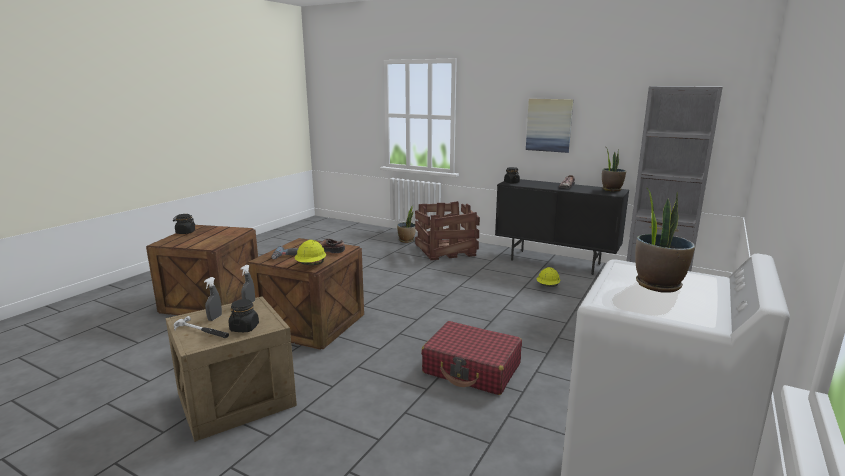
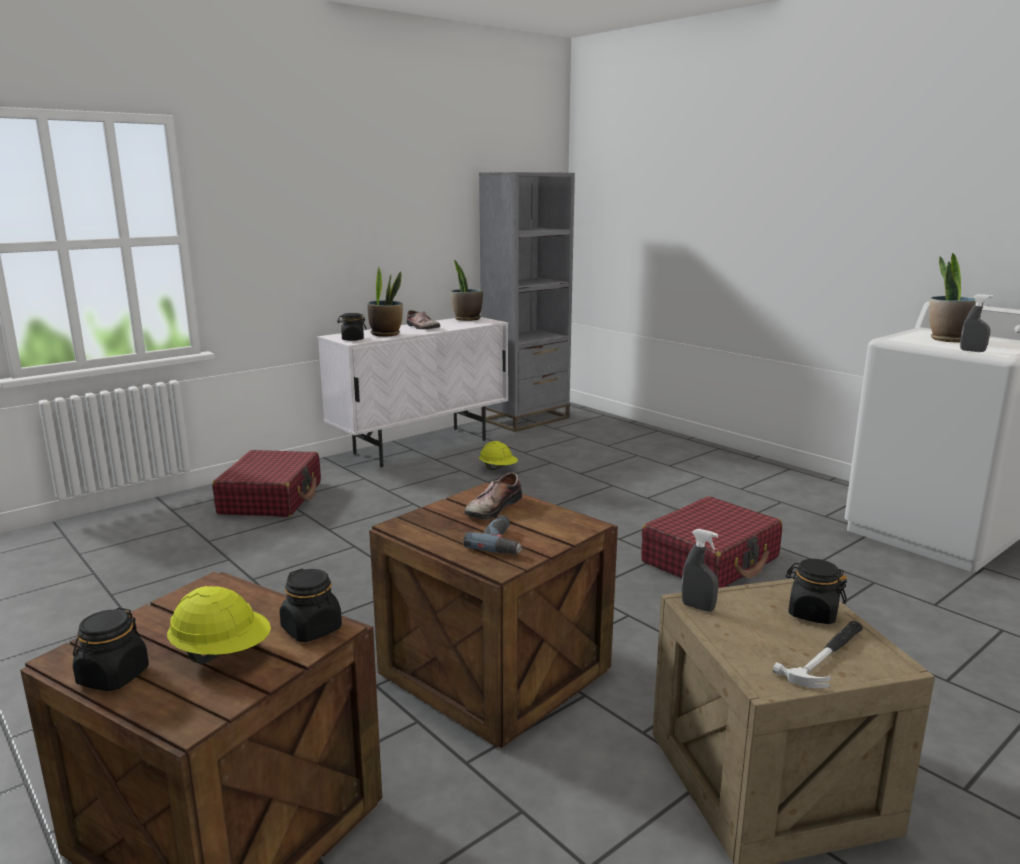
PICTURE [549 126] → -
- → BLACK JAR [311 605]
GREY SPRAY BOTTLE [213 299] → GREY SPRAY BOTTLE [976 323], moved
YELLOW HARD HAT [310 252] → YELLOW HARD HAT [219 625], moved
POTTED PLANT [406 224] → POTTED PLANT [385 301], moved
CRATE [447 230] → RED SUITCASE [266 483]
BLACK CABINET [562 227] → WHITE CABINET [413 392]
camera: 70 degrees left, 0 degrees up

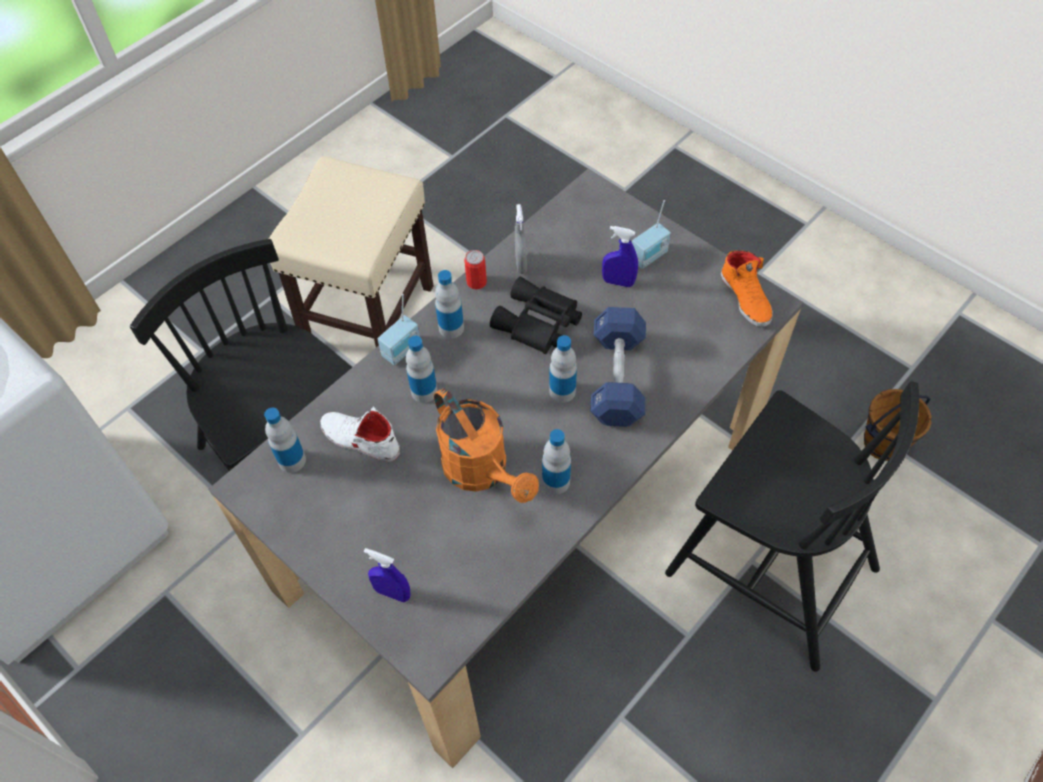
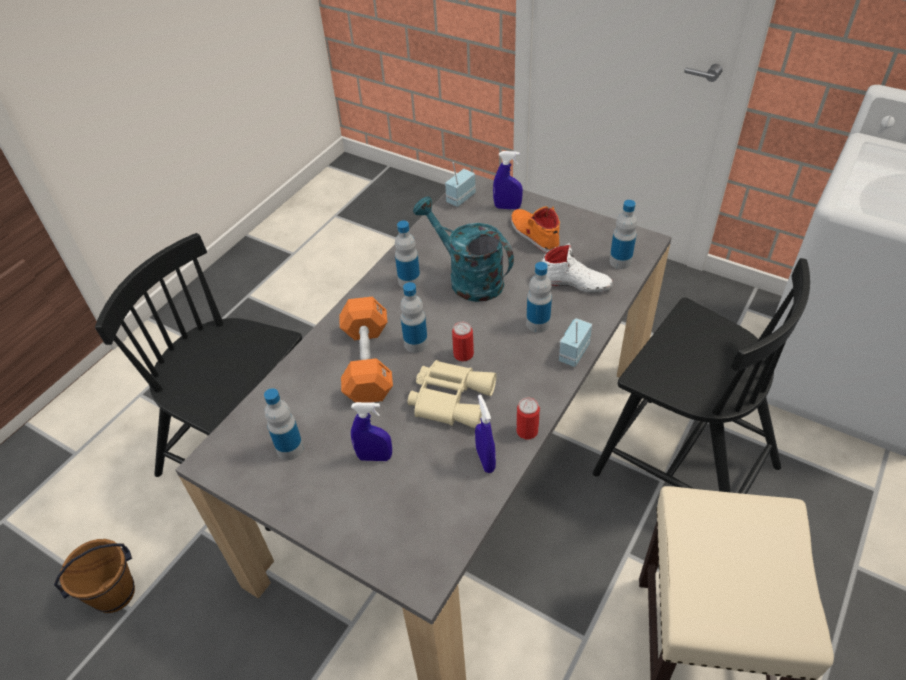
- → CAN [463 341]
BOTTLE [449 304] → BOTTLE [284 424], moved
RADIO [651 234] → RADIO [460 184], moved
ORANGE SHOE [747 289] → ORANGE SHOE [535 229], moved
ORANGE WATERING CAN [486 445] → TURQUOISE WATERING CAN [463 249]
BLACK BINOCULARS [536 315] → BEIGE BINOCULARS [452 394]
GREY SPRAY BOTTLE [521 239] → BLUE SPRAY BOTTLE [485 434]
BLUE DUMBBELL [618 367] → ORANGE DUMBBELL [366 350]
camera: 170 degrees right, 10 degrees down

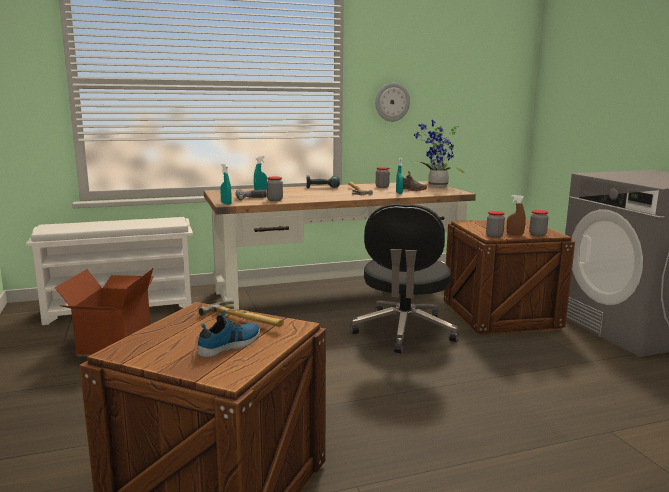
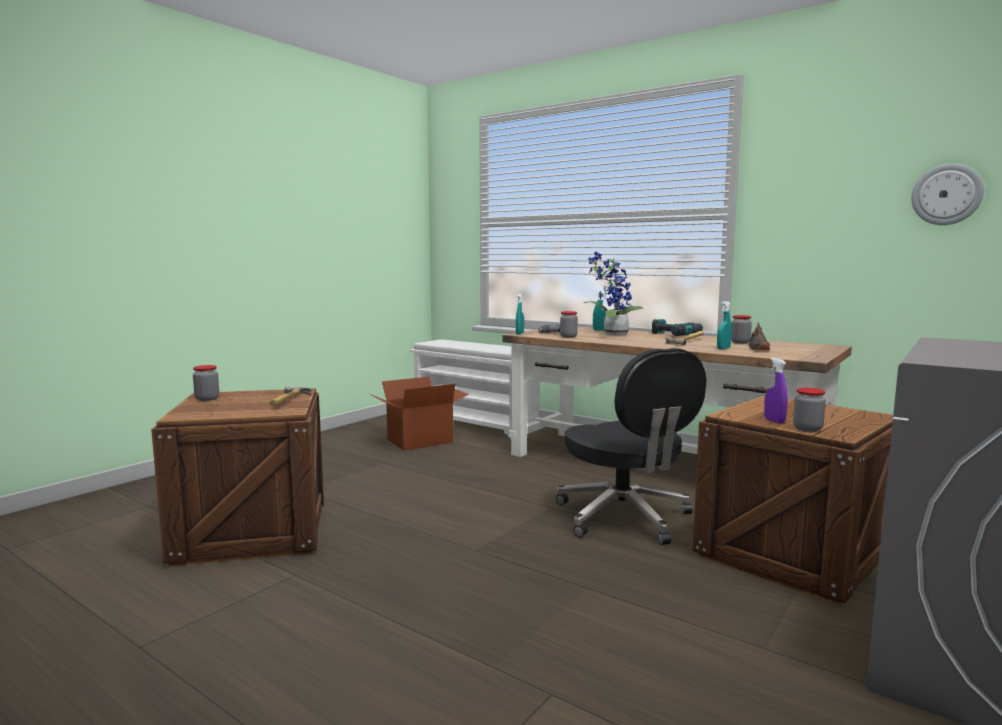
SHOE [228 334] → -
WALL CLOCK [392 102] → WALL CLOCK [947 194], moved
POTTED PLANT [437 153] → POTTED PLANT [614 293], moved
JAR [495 224] → JAR [206 383], moved
BROWN SPRAY BOTTLE [516 215] → PURPLE SPRAY BOTTLE [776 391]
BLACK OFFICE CHAIR [404 278] → BLACK OFFICE CHAIR [631 446], 90 degrees counterclockwise
camera: 55 degrees right, 5 degrees down

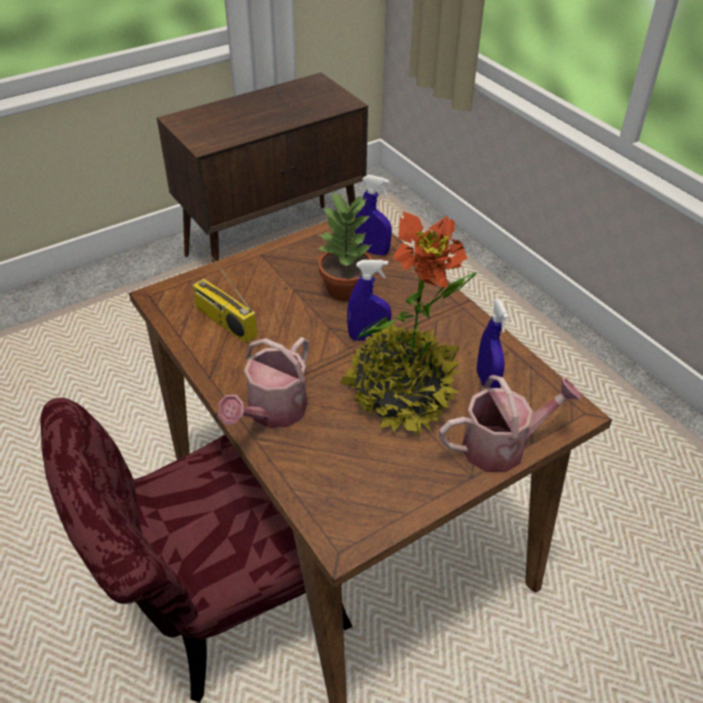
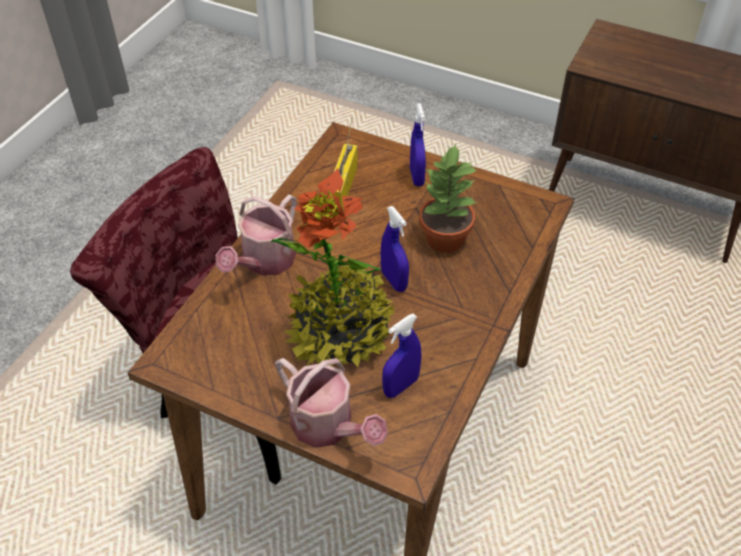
BLUE SPRAY BOTTLE [373 215] → BLUE SPRAY BOTTLE [418 144], moved
WATERING CAN [263 382] → WATERING CAN [256 235], 60 degrees counterclockwise
camera: 60 degrees right, 5 degrees up

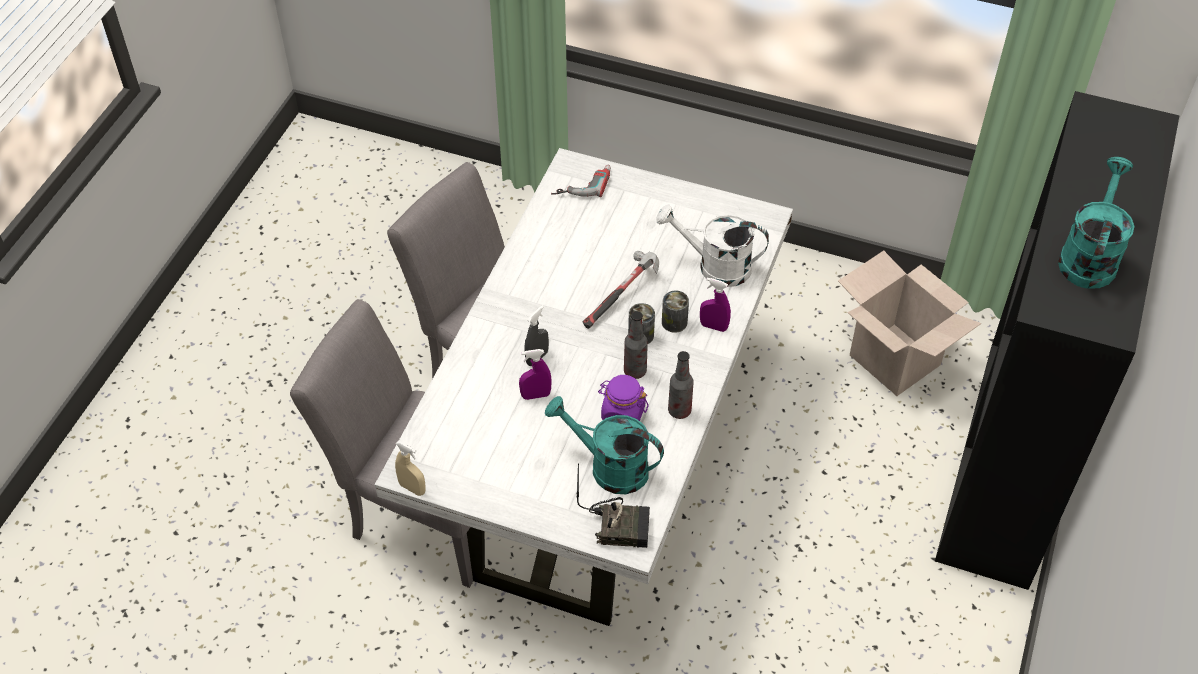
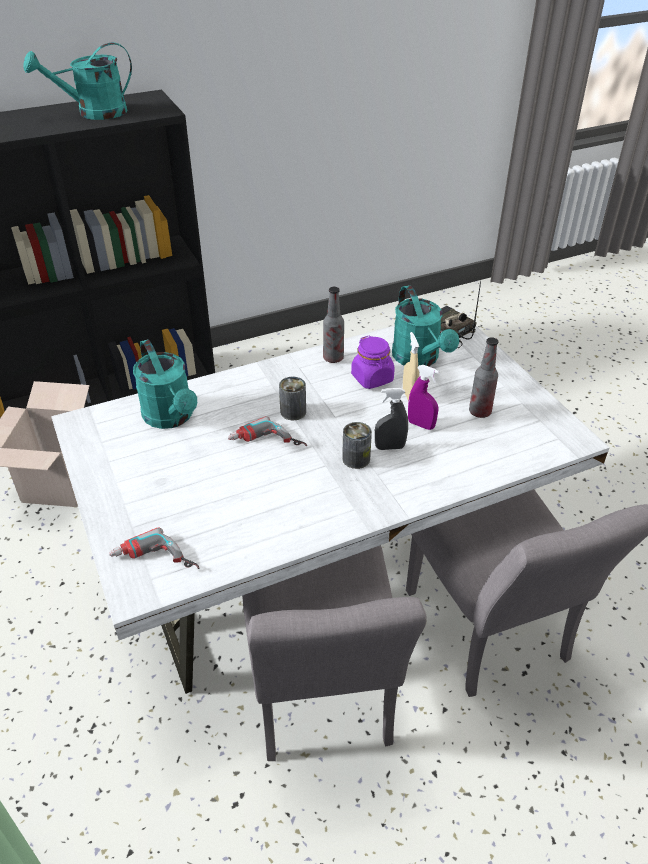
PURPLE SPRAY BOTTLE [715 304] → -
BEIGE SPRAY BOTTLE [410 468] → BEIGE SPRAY BOTTLE [411 366], moved
BOTTLE [636 345] → BOTTLE [483 377], moved
CAN [675 311] → CAN [357 445], moved
HAMMER [621 290] → POWER DRILL [267 431]
WHITE WATERING CAN [712 245] → TURQUOISE WATERING CAN [165 384]
camera: 135 degrees left, 10 degrees down

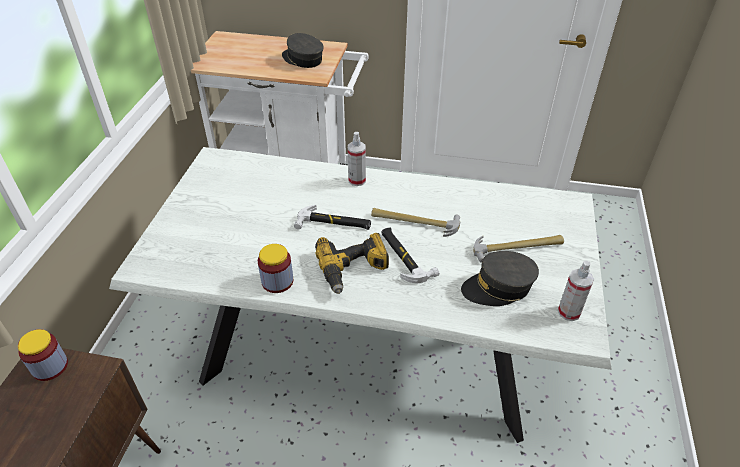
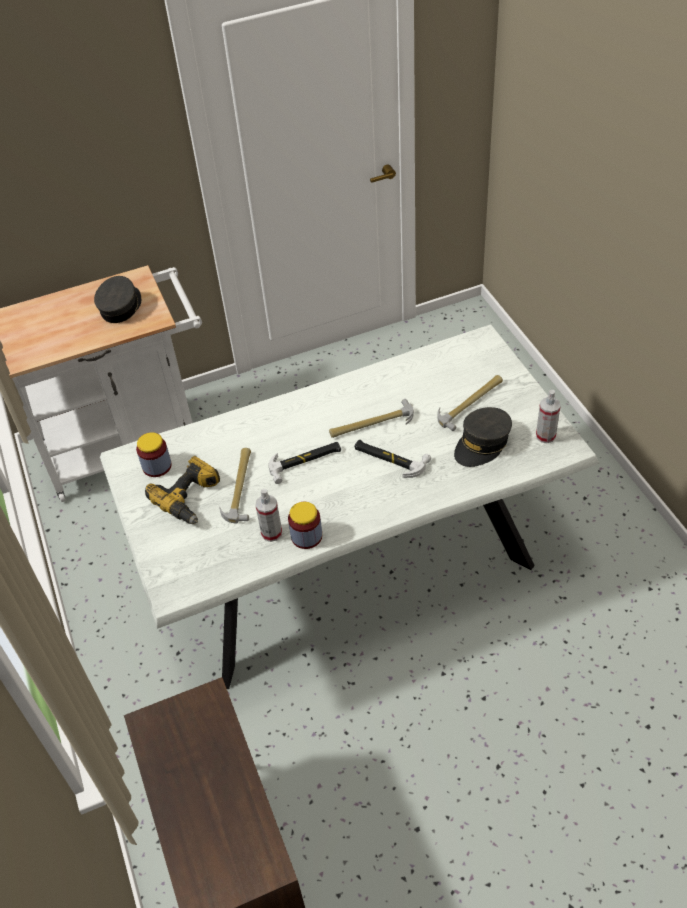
- → HAMMER [235 486]
JAR [43 355] → JAR [154 454], moved
POWER DRILL [352 263] → POWER DRILL [182 490], moved
SPRAY BOTTLE [357 159] → SPRAY BOTTLE [268 515], moved
GREY CAP [303 50] → GREY CAP [117 299], 90 degrees clockwise
camera: 30 degrees left, 5 degrees up

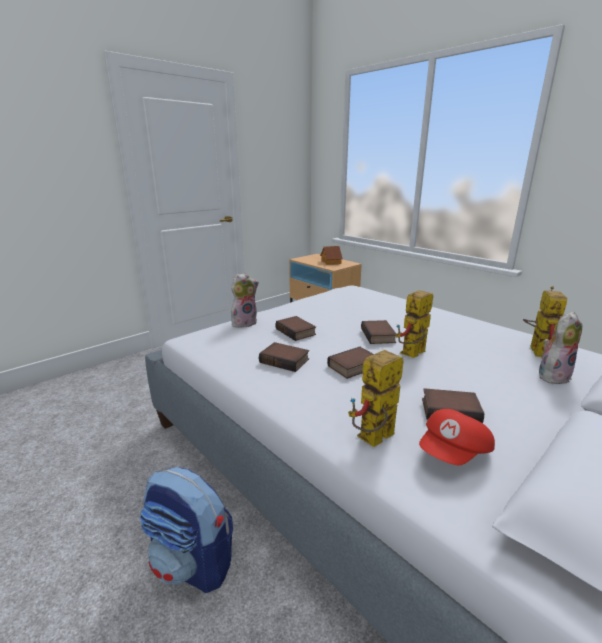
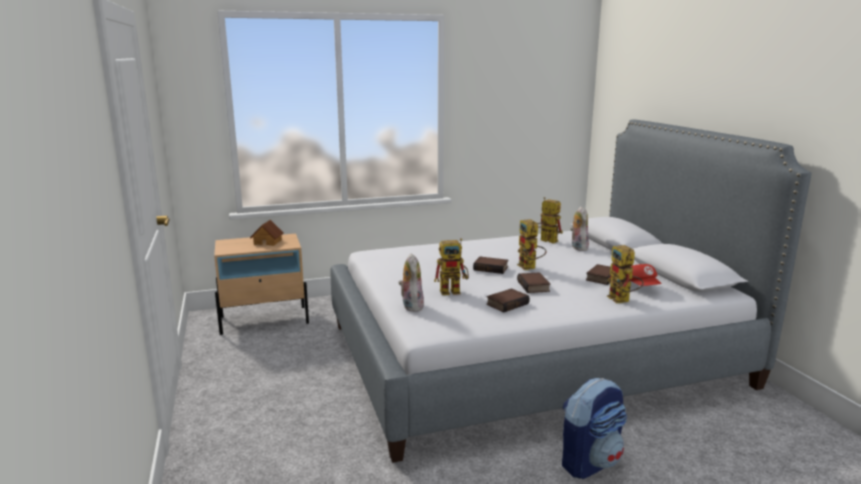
BOOK [295 328] → TOY ROBOT [451 266]
camera: 65 degrees left, 5 degrees down

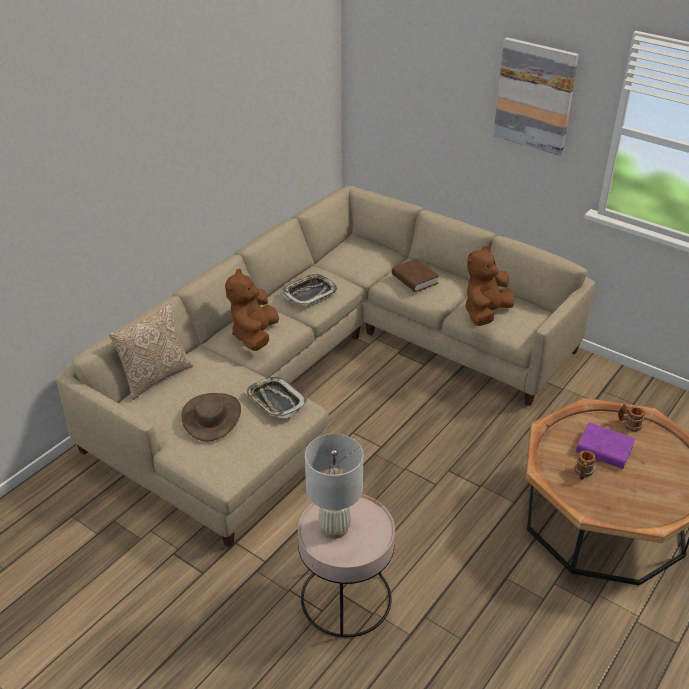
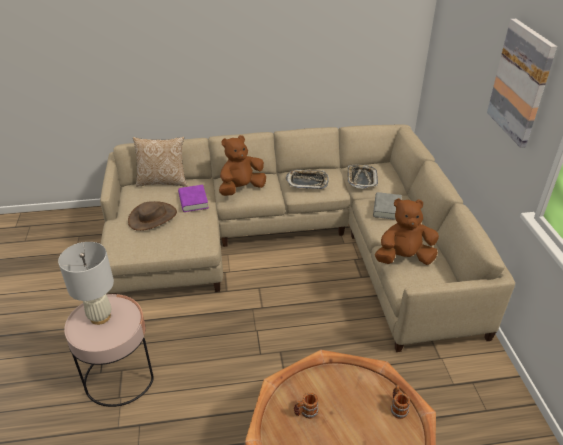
TRAY [276 397] → TRAY [363 176], moved
PURPLE BOOK [605 445] → PURPLE BOOK [193 198], moved
BROWN BOOK [415 275] → GREY BOOK [387 206]
camera: 45 degrees right, 0 degrees up

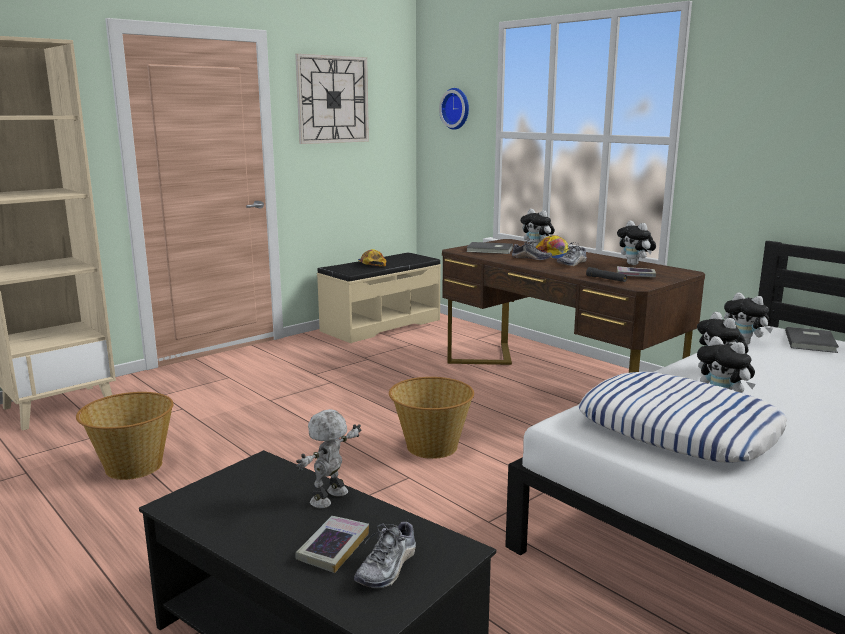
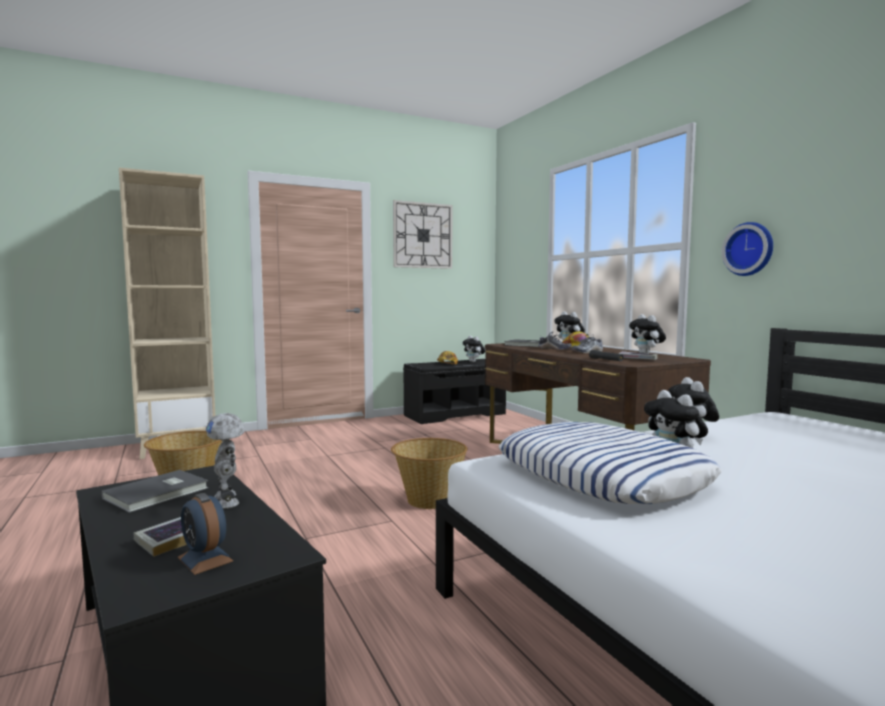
WALL CLOCK [454 109] → WALL CLOCK [747 249], moved
PLUSH TOY [748 318] → PLUSH TOY [474 349], moved
GREY BOOK [812 340] → GREY BOOK [155 491], moved
SHOE [385 554] → ALARM CLOCK [205 534]
BEIGE BENCH [379 298] → BLACK BENCH [454 391]
TOY ROBOT [328 458] → TOY ROBOT [225 461], 75 degrees counterclockwise
camera: 15 degrees right, 10 degrees down

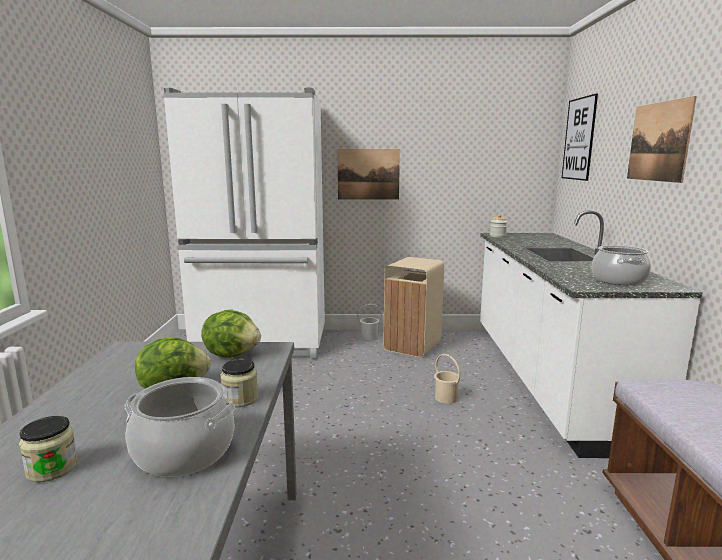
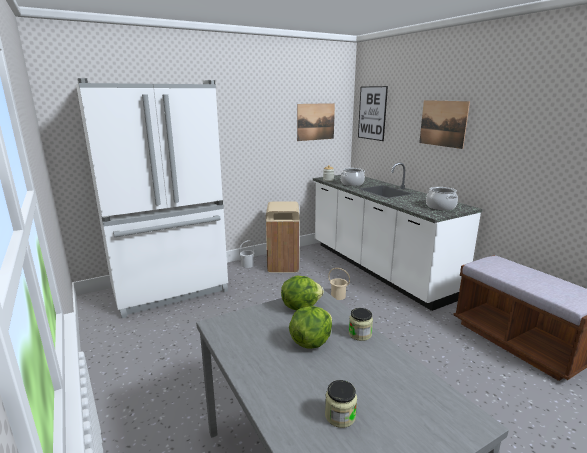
COOKING POT [180 427] → COOKING POT [353 177], moved
PICTURE [369 174] → PICTURE [316 122], moved
camera: 30 degrees left, 5 degrees up

